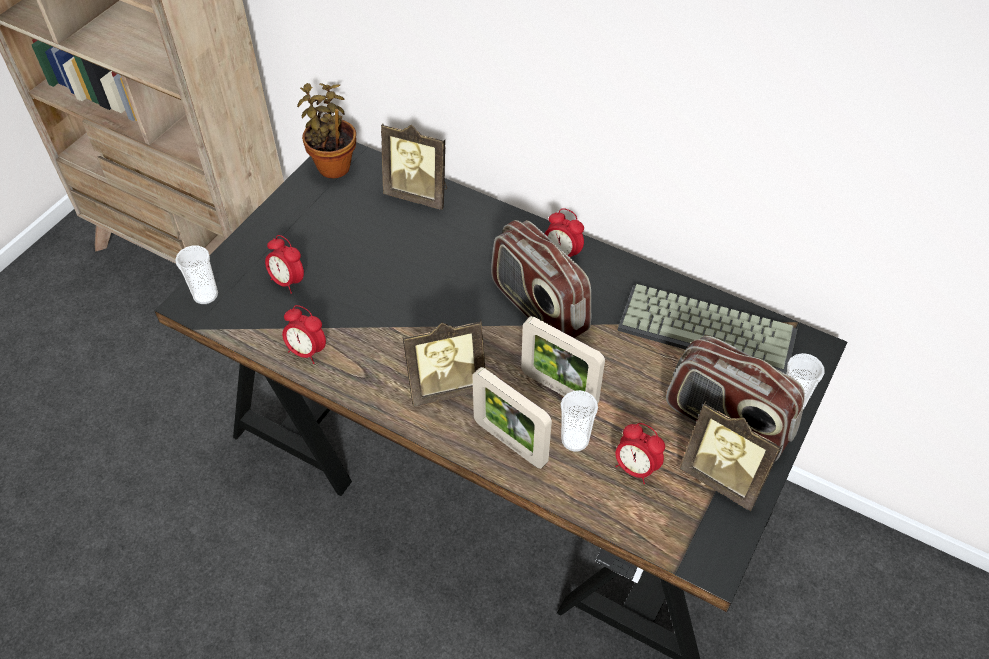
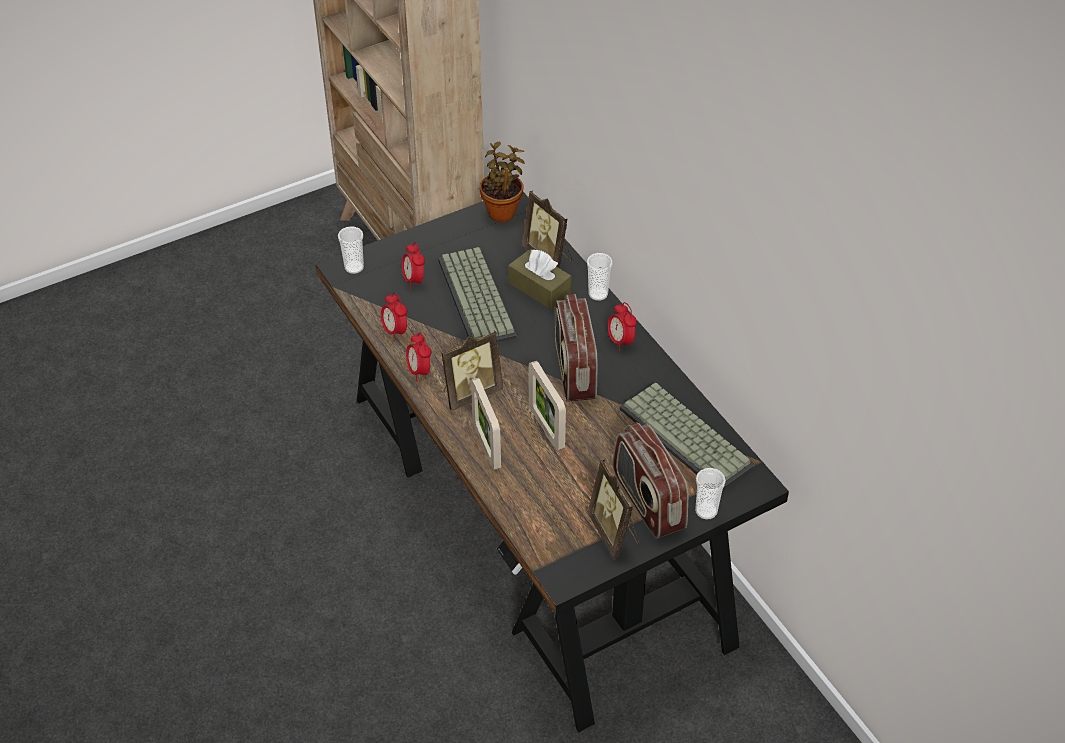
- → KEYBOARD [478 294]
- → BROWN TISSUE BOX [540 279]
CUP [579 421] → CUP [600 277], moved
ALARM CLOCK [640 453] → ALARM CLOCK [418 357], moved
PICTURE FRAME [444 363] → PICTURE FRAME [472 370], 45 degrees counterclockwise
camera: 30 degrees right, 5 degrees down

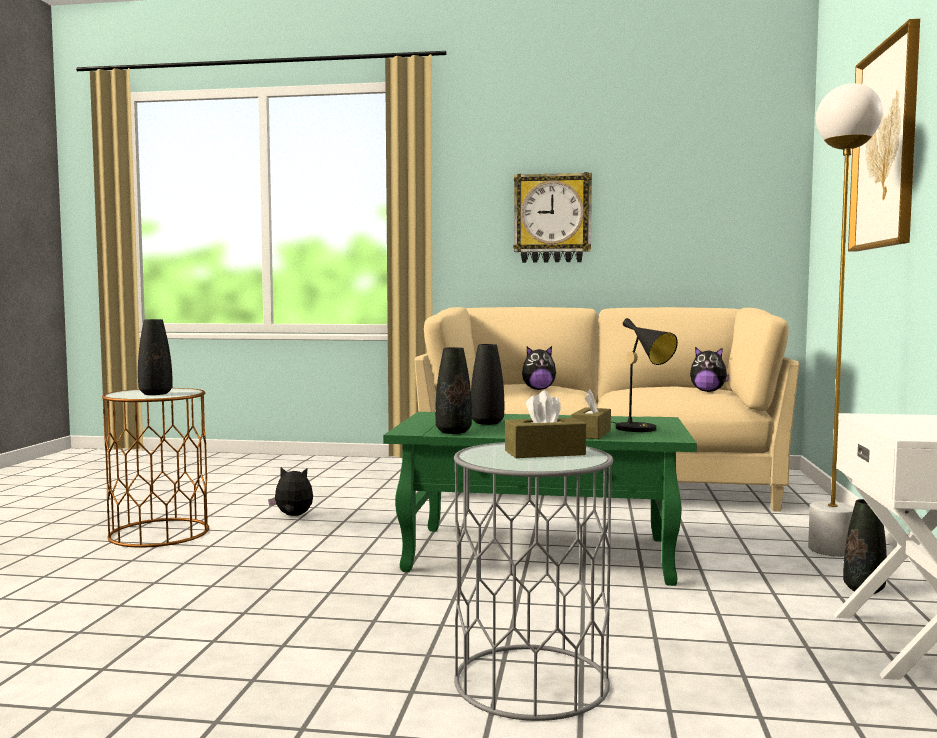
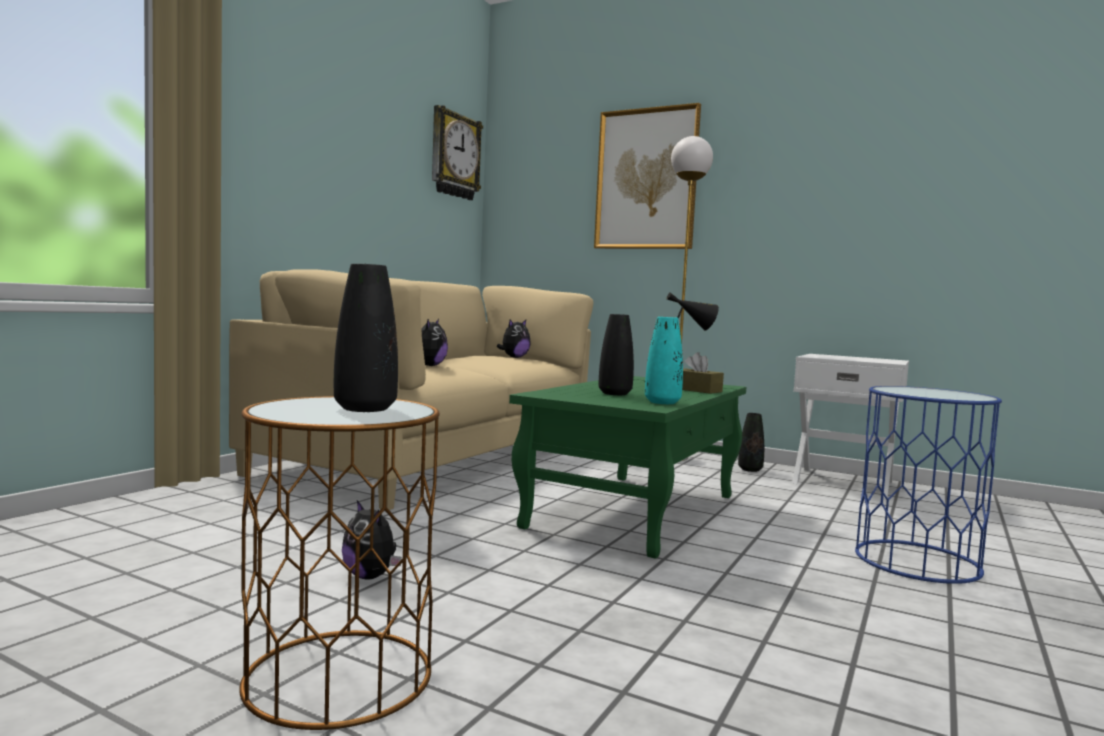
BROWN TISSUE BOX [545 424] → -
WALL CLOCK [553 217] → WALL CLOCK [457 152], moved
BLACK VASE [453 390] → TURQUOISE VASE [664 360]
GREY SIDE TABLE [534 581] → BLUE SIDE TABLE [928 485]
PLUSH TOY [290 491] → PLUSH TOY [372 540], 75 degrees counterclockwise
camera: 70 degrees left, 0 degrees up

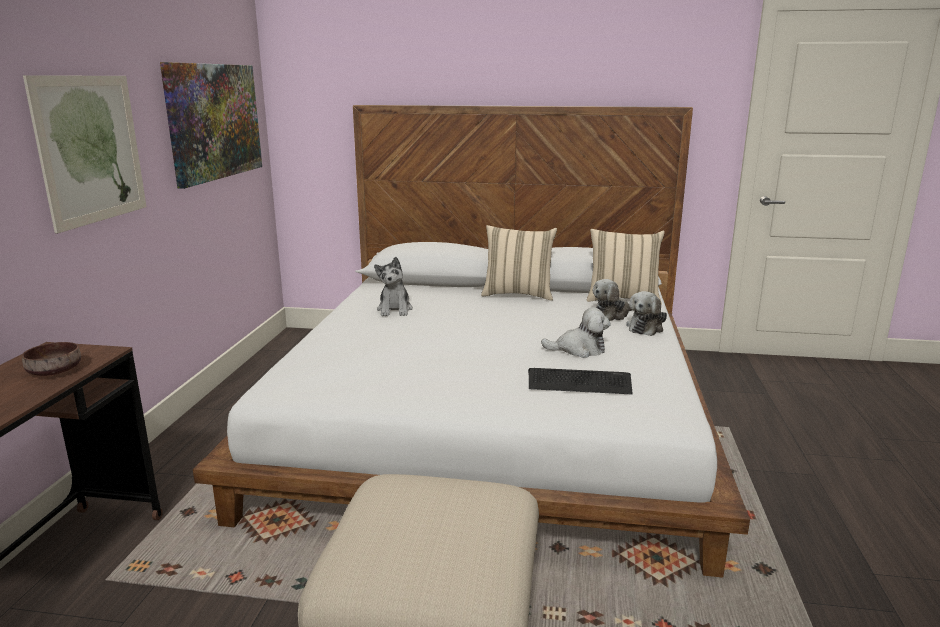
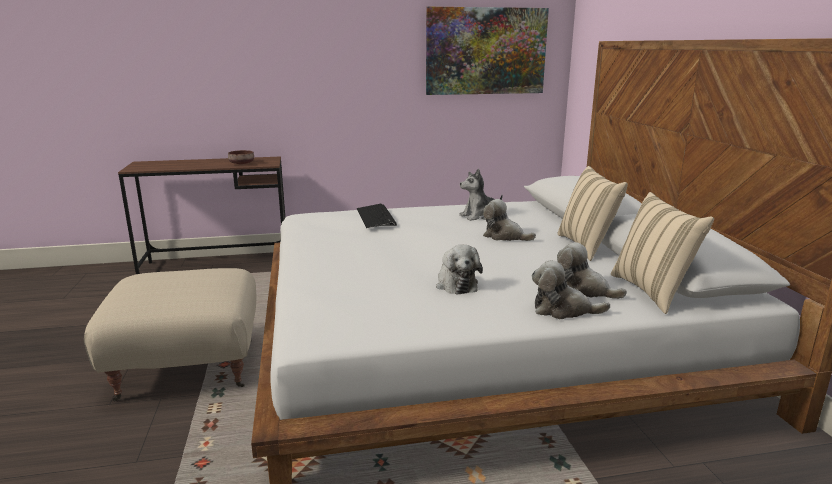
PICTURE [85 154] → -
- → PLUSH TOY [509 220]
KEYBOARD [580 381] → KEYBOARD [377 216], moved
camera: 70 degrees right, 0 degrees up

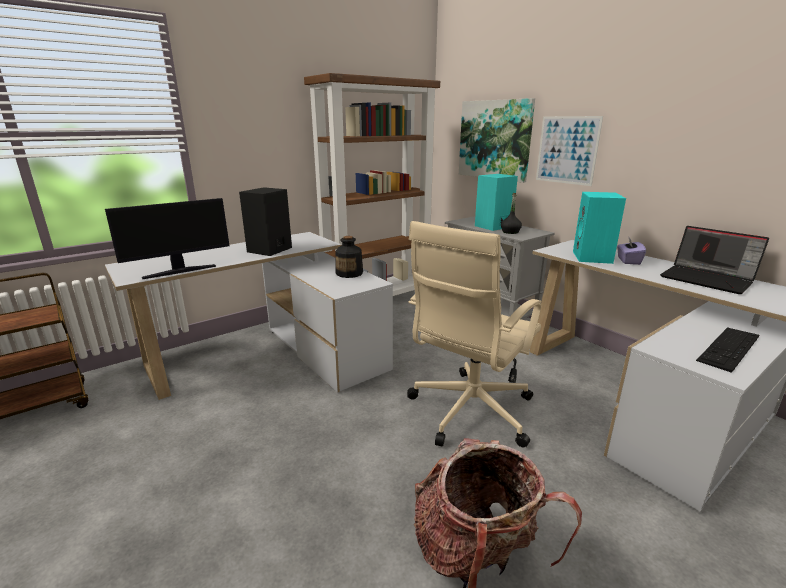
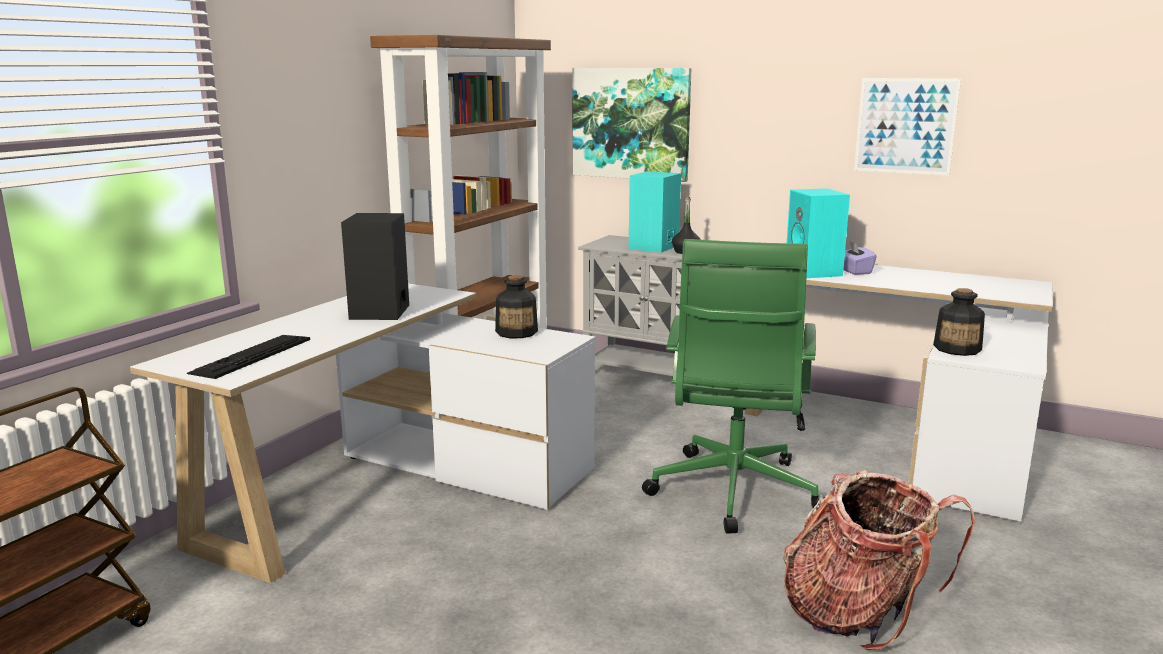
MONITOR [167 238] → -
LAPTOP [714 260] → -
- → BOTTLE [959 322]
PICTURE [569 151] → PICTURE [907 126], moved
KEYBOARD [727 350] → KEYBOARD [248 357], moved
BEIGE OFFICE CHAIR [474 334] → GREEN OFFICE CHAIR [733 386]
camera: 25 degrees left, 5 degrees down

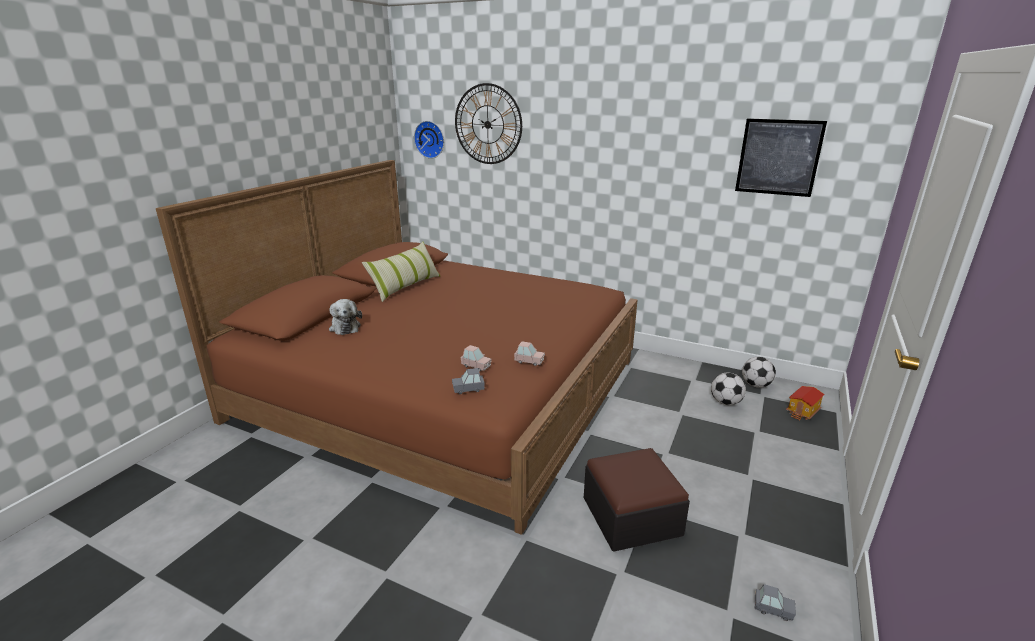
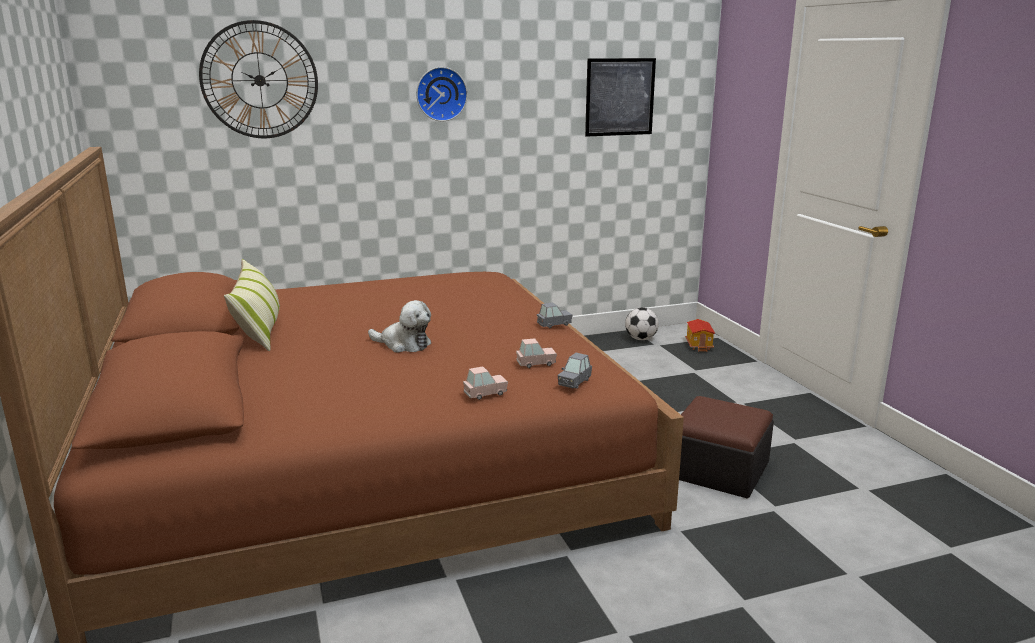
FOOTBALL [728 389] → -
PLUSH TOY [345 317] → PLUSH TOY [399 326], moved
WALL CLOCK [429 140] → WALL CLOCK [442 94], moved
PINK TOY CAR [529 353] → PINK TOY CAR [485 383], moved
GREY TOY CAR [775 602] → GREY TOY CAR [555 315], moved
camera: 45 degrees left, 5 degrees down

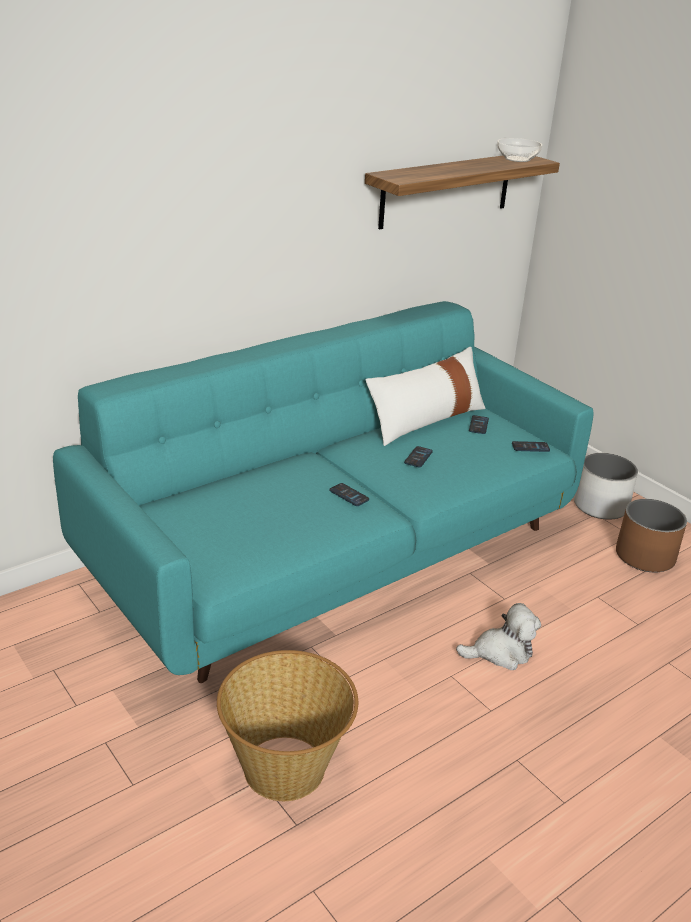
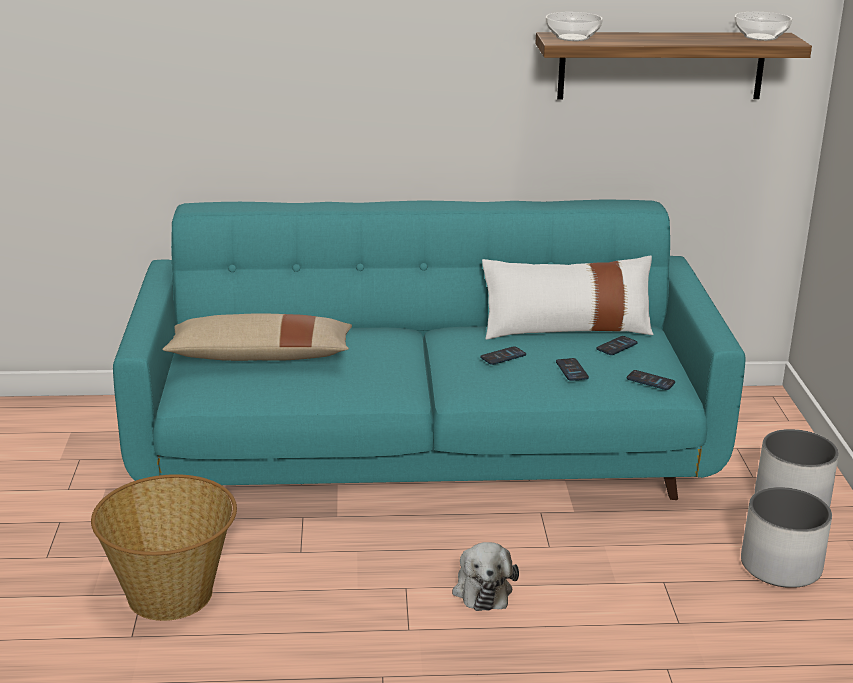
- → BEIGE PILLOW [257 337]
- → BOWL [574 26]
PHONE [349 494] → PHONE [572 369], moved
BROWN PLANTER [651 535] → WHITE PLANTER [786 537]
PLUSH TOY [498 636] → PLUSH TOY [485 576], 60 degrees clockwise
camera: 35 degrees right, 5 degrees down

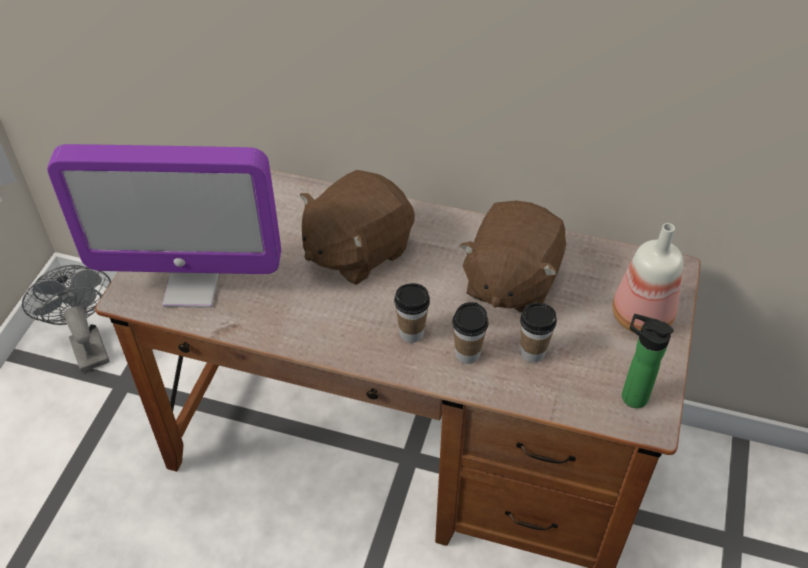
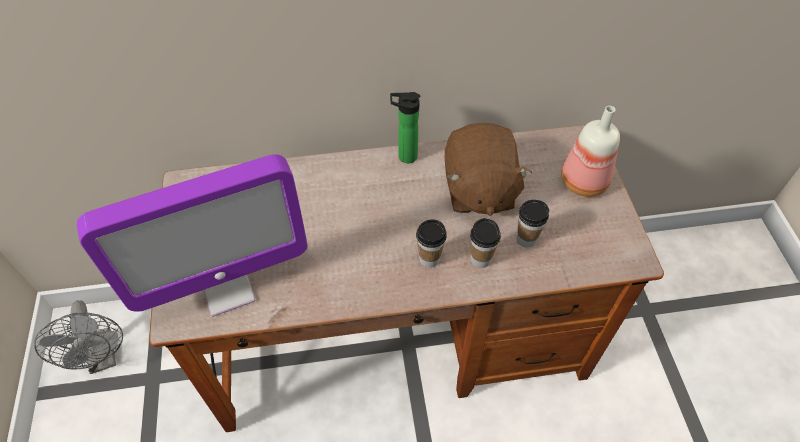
BROWN PLUSH TOY [357 227] → -
BOTTLE [648 361] → BOTTLE [405 127], moved
GREY FAN [66 319] → GREY FAN [78 337], 150 degrees counterclockwise
camera: 25 degrees left, 5 degrees up

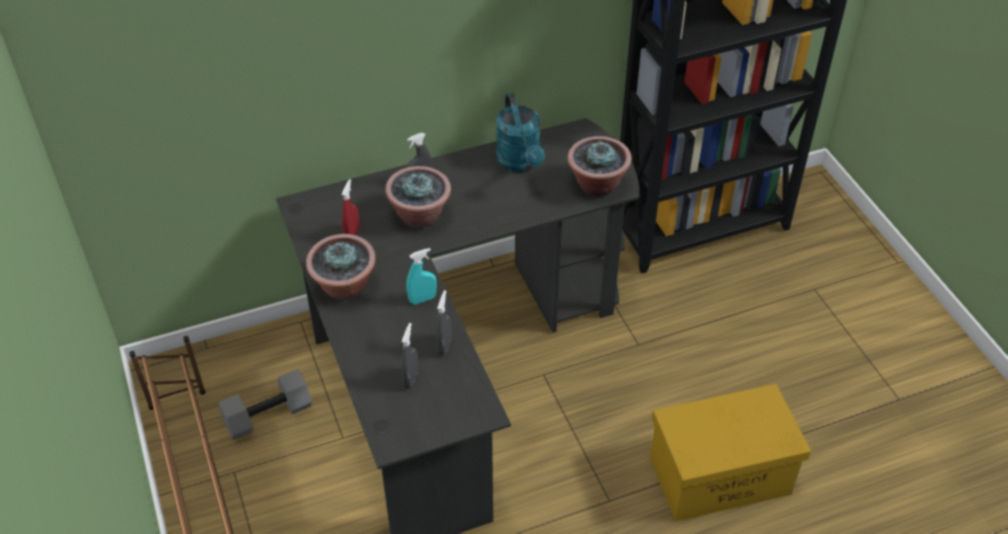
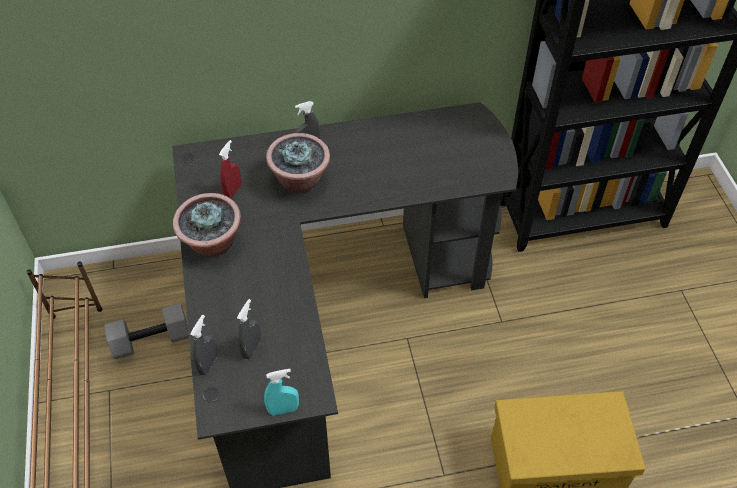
TURQUOISE WATERING CAN [520 133] → -
POTTED PLANT [599 166] → -
TURQUOISE SPRAY BOTTLE [421 276] → TURQUOISE SPRAY BOTTLE [281 392], moved
GREY SPRAY BOTTLE [444 323] → GREY SPRAY BOTTLE [204 345], moved
camera: 10 degrees right, 5 degrees up

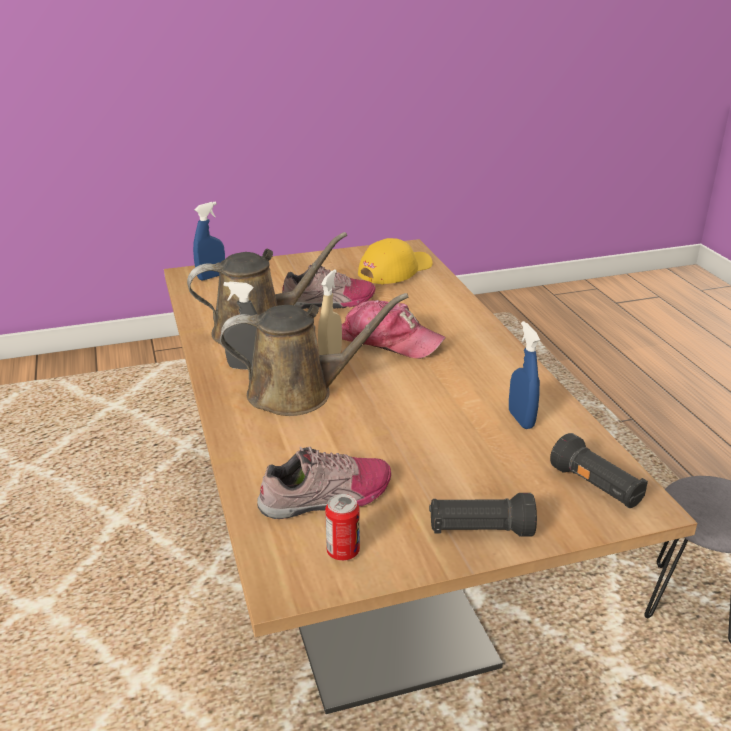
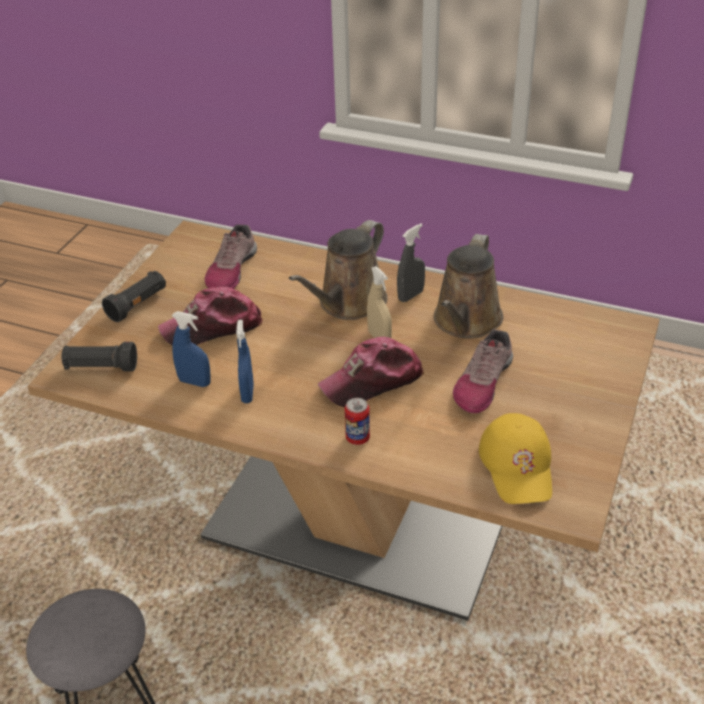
- → CAP [210 316]
BLUE SPRAY BOTTLE [209 241] → BLUE SPRAY BOTTLE [245 361], moved
CAN [342 527] → CAN [357 421], moved
camera: 130 degrees right, 10 degrees up

